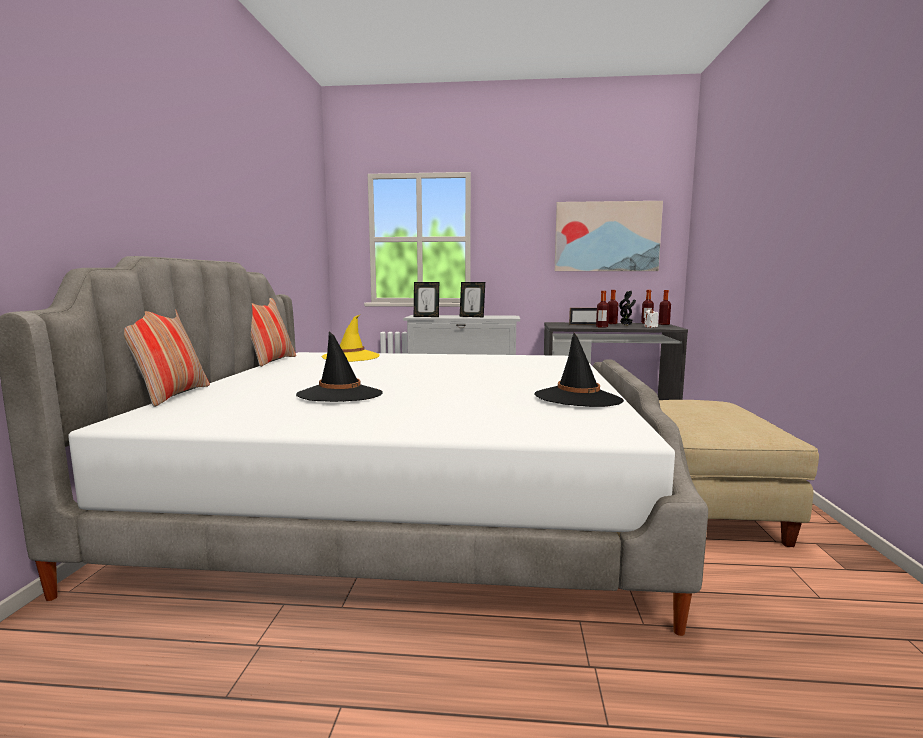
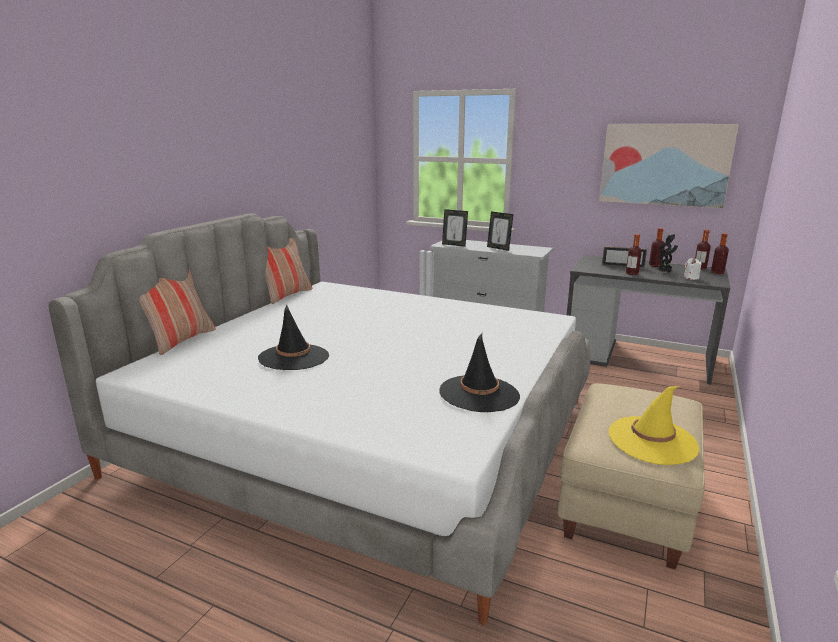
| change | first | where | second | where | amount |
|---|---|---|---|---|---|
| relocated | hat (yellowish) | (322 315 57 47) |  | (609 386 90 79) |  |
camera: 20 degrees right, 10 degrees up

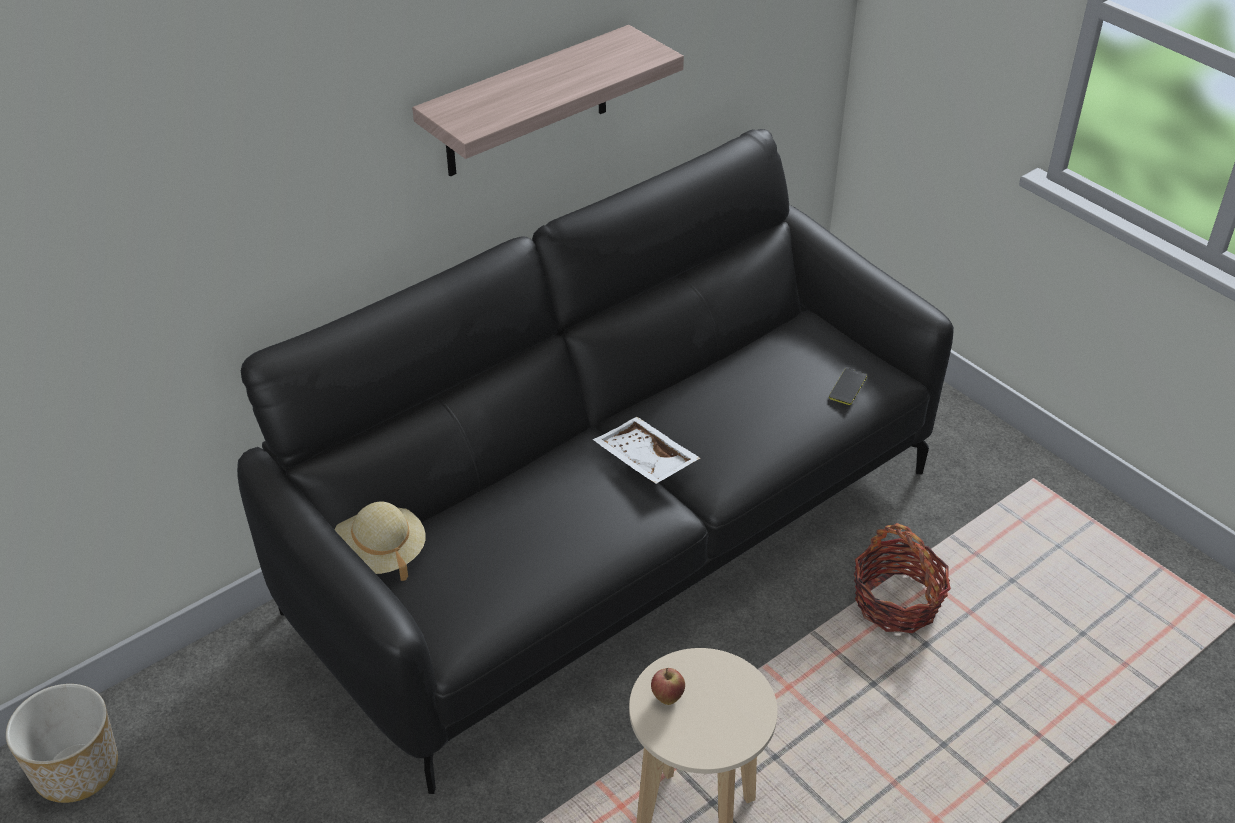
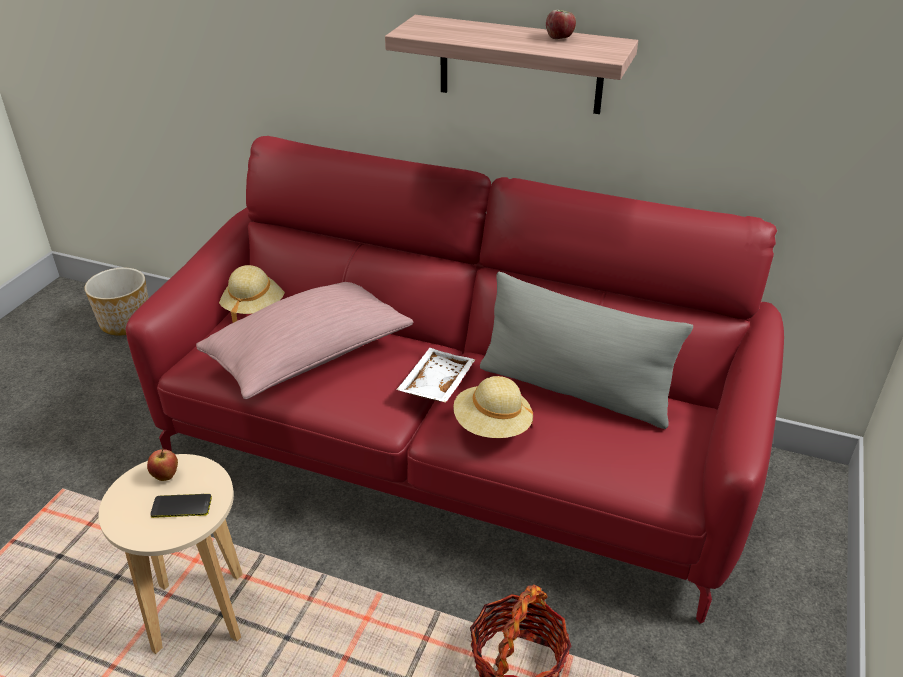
| change | first | where | second | where | amount |
|---|---|---|---|---|---|
| colour | sofa (black-coloured) | (237 129 717 665) | sofa (red-coloured) | (126 136 658 488) |  |
| relocated | phone | (829 368 38 37) |  | (150 494 62 24) |  |
| appeared |  |  | throw pillow (pink-coloured) | (196 282 217 117) |  |
| appeared |  |  | hat (beige-coloured) | (453 376 80 62) |  |
| appeared |  |  | throw pillow (greyish) | (480 272 213 157) |  |
| appeared |  |  | apple | (546 10 30 29) |  |
camera: 60 degrees right, 5 degrees down

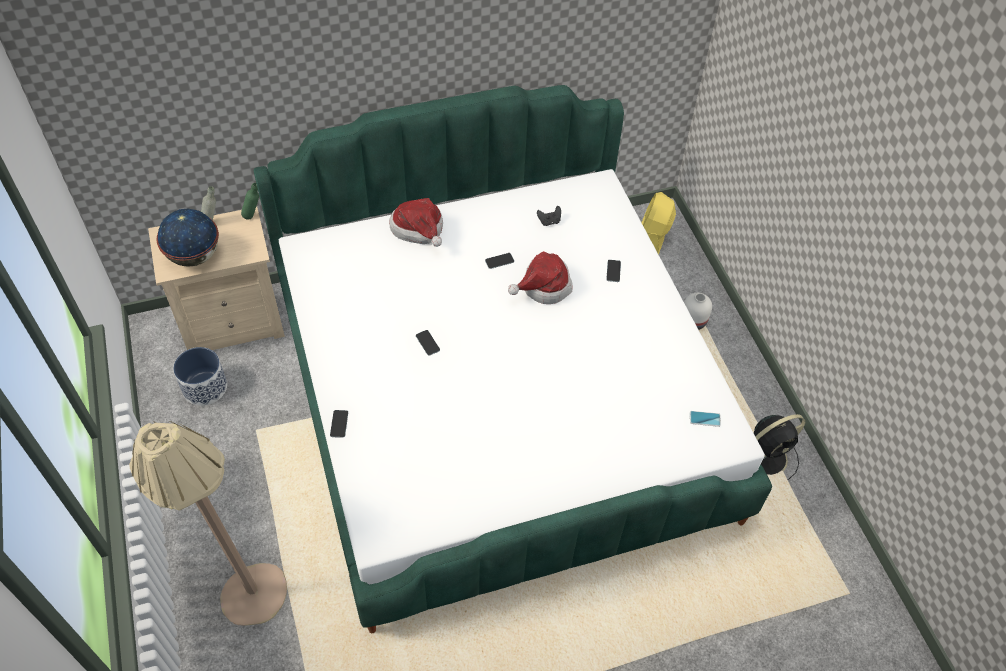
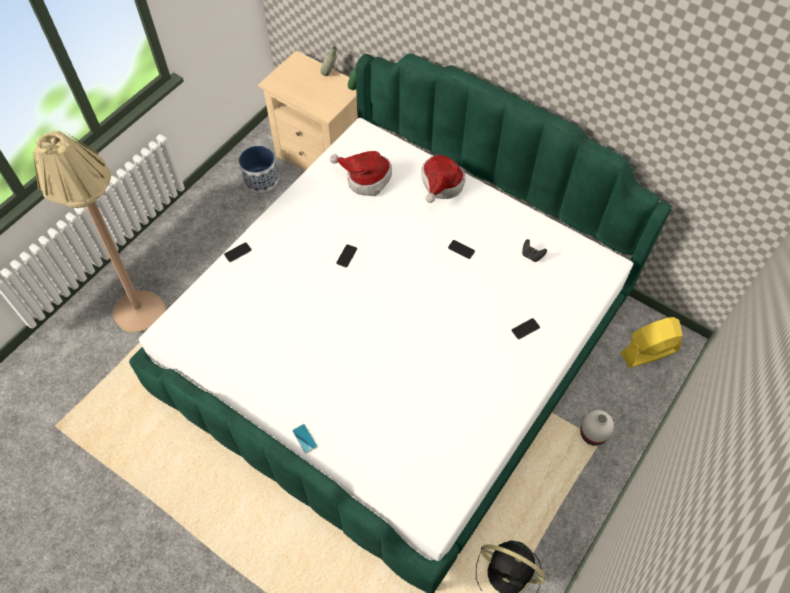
| change | first | where | second | where | amount |
|---|---|---|---|---|---|
| relocated | phone | (690 411 31 16) |  | (292 424 26 30) |  |
| relocated | hat | (508 251 65 53) |  | (330 151 62 45) |  |
| missing | world globe | (156 209 63 58) |  |  |  |
camera: 55 degrees right, 5 degrees up

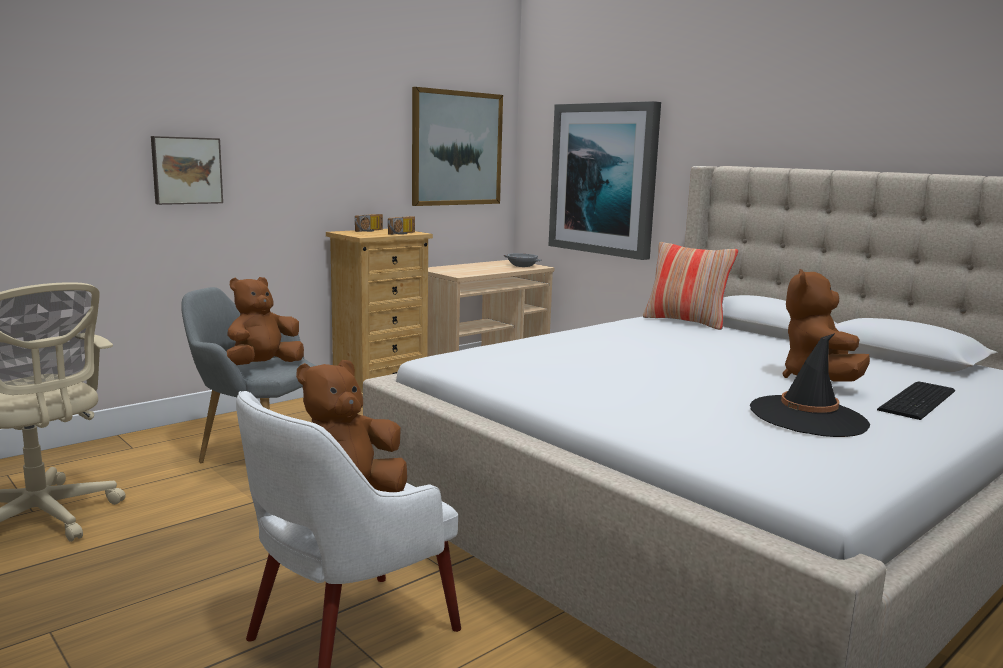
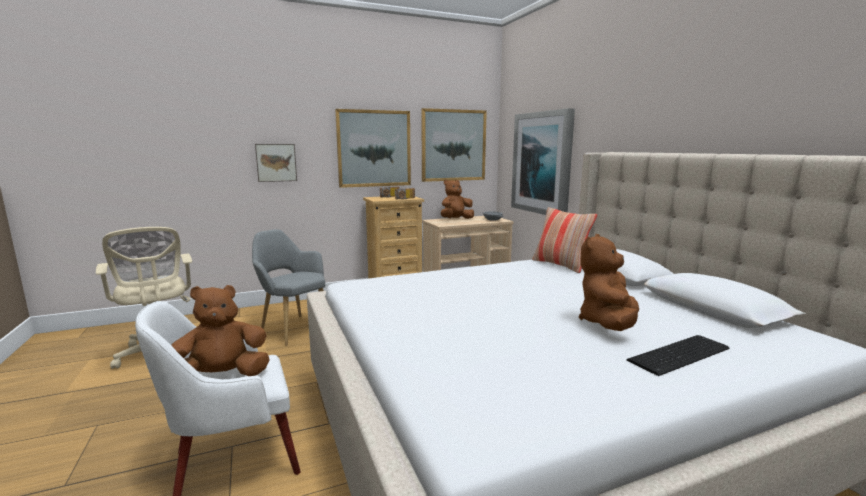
| change | first | where | second | where | amount |
|---|---|---|---|---|---|
| appeared |  |  | wall picture | (335 109 76 79) |  |
| relocated | plush toy (brownish) | (227 277 77 88) |  | (441 180 33 39) |  |
| missing | hat (black-coloured) | (750 333 120 104) |  |  |  |
camera: 20 degrees right, 0 degrees up

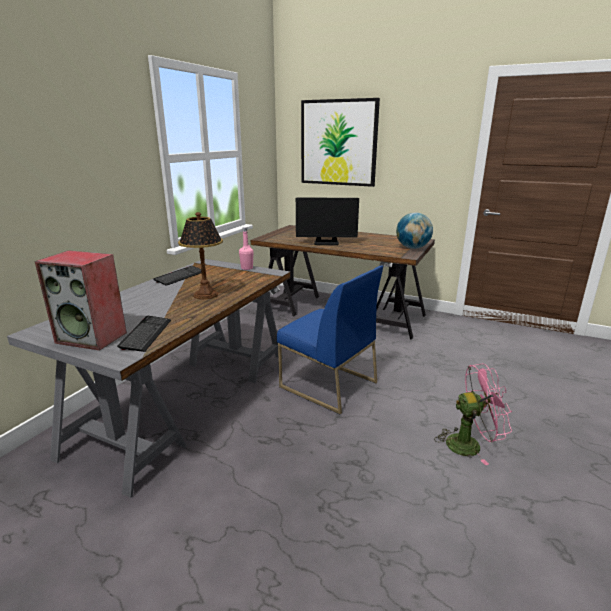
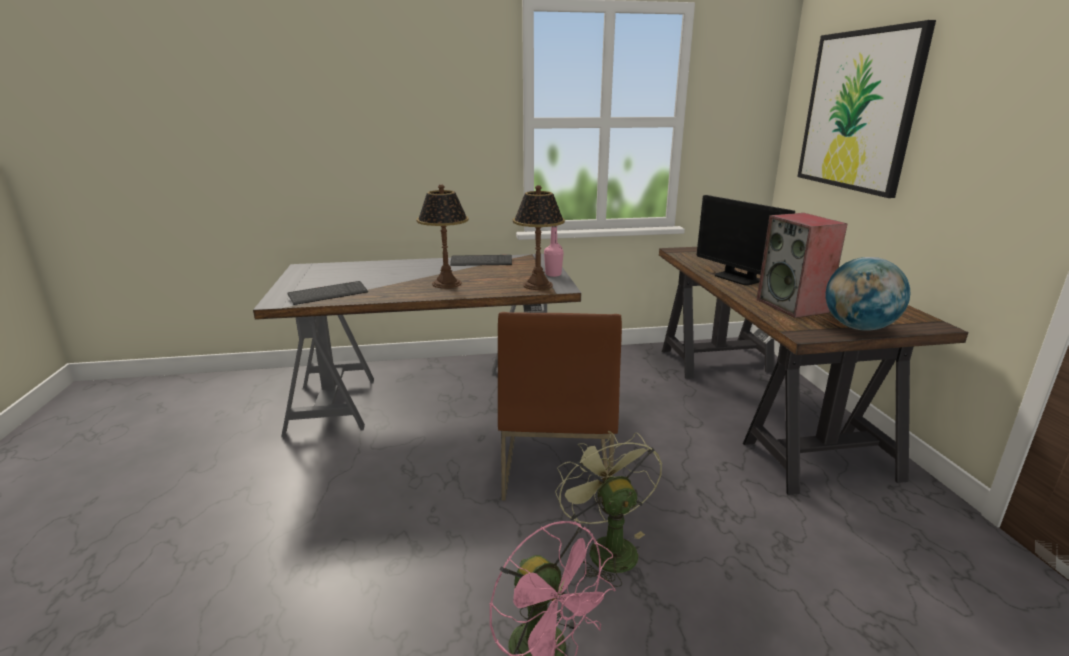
| change | first | where | second | where | amount |
|---|---|---|---|---|---|
| colour | chair (blue-coloured) | (277 266 106 149) | chair (brownish) | (498 312 124 189) |  |
| appeared |  |  | lamp for a table | (513 185 52 105) |  |
| appeared |  |  | fan (green-coloured) | (555 431 107 156) |  |
| relocated | speaker | (34 250 93 100) |  | (757 213 91 105) |  |
camera: 55 degrees right, 0 degrees up

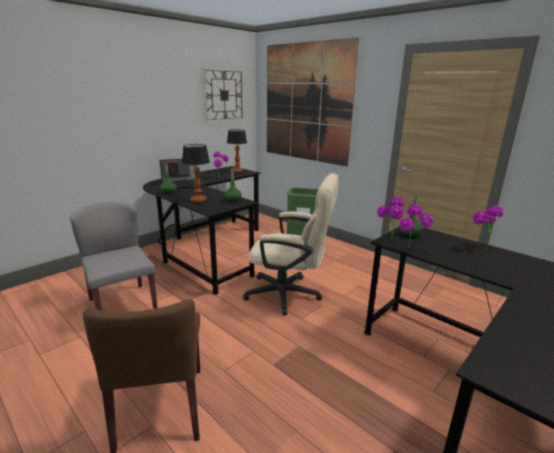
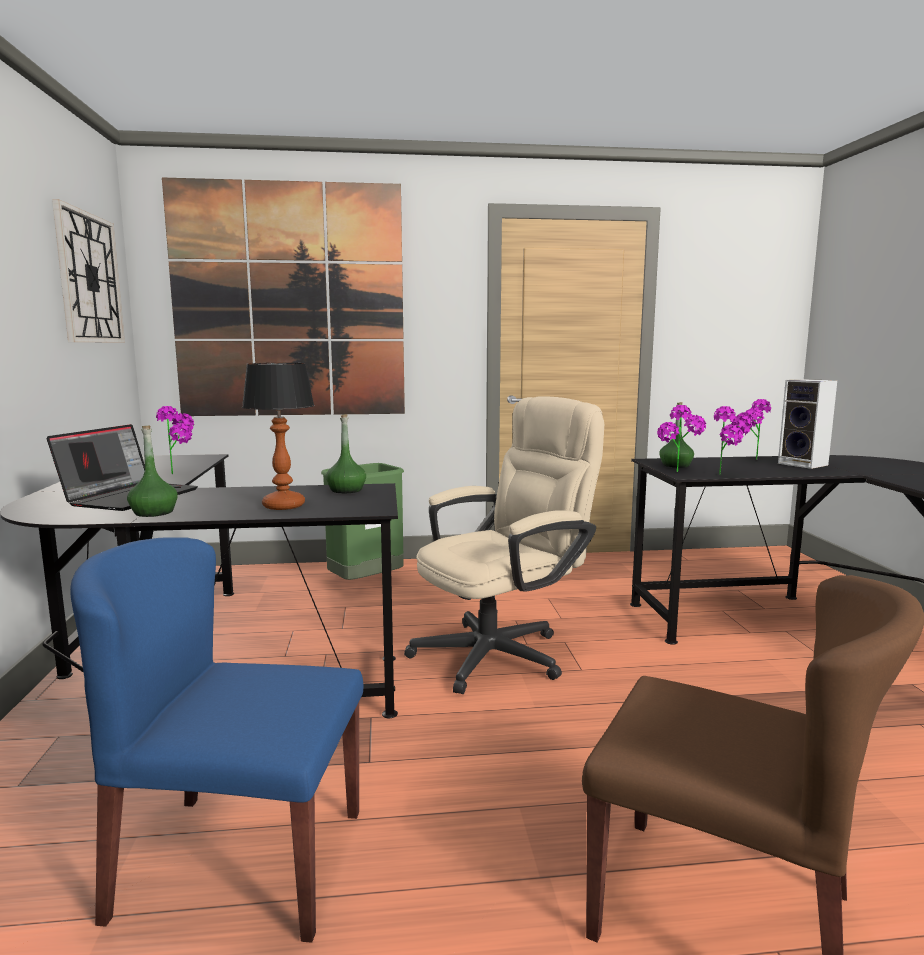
| change | first | where | second | where | amount |
|---|---|---|---|---|---|
| colour | chair (greyish) | (70 201 88 109) | chair (blue-coloured) | (70 537 293 406) |  |
| appeared |  |  | speaker | (778 379 59 90) |  |
| missing | lamp for a table | (227 129 20 44) |  |  |  |
camera: 50 degrees left, 10 degrees down

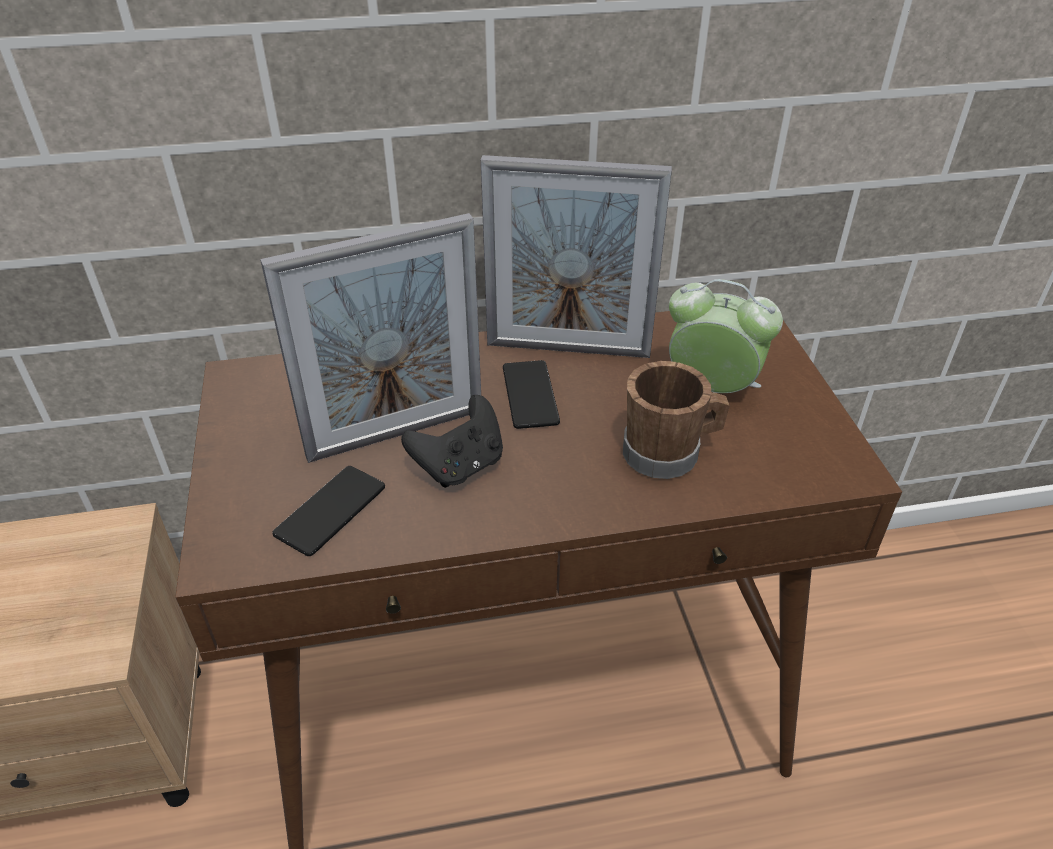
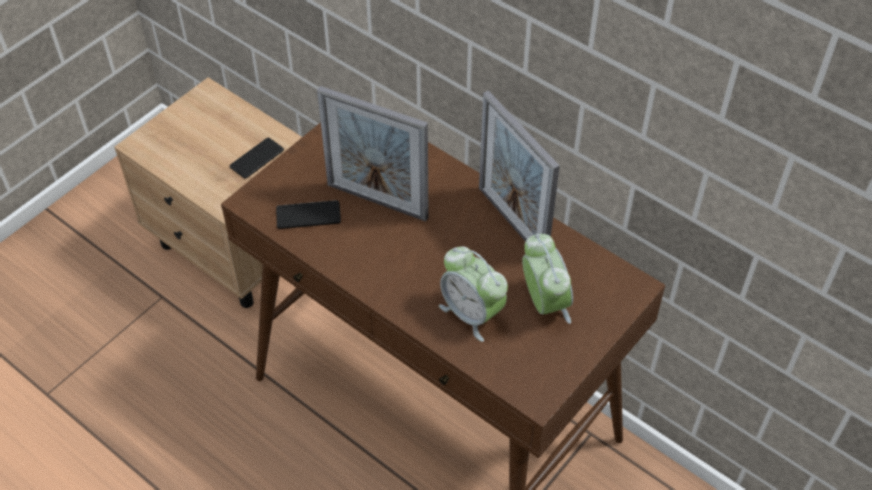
| change | first | where | second | where | amount |
|---|---|---|---|---|---|
| relocated | phone | (503 360 57 69) |  | (230 138 54 41) |  |
| exchanged | tea mug (brownish) | (623 361 107 118) | alarm clock | (439 246 69 96) |  |
| missing | joypad (black-coloured) | (401 395 102 93) |  |  |  |
camera: 50 degrees right, 10 degrees up

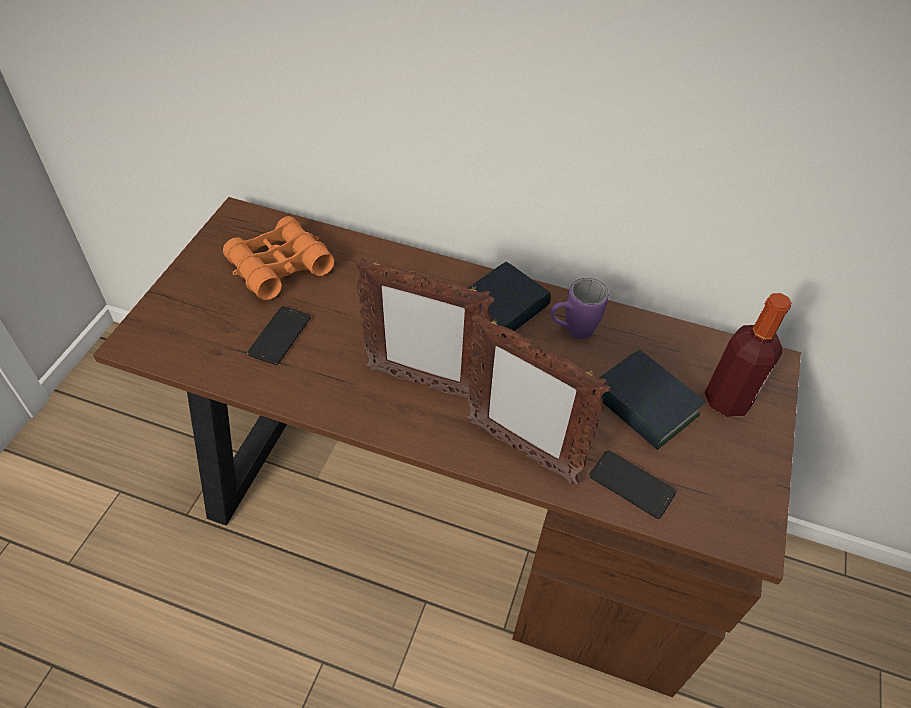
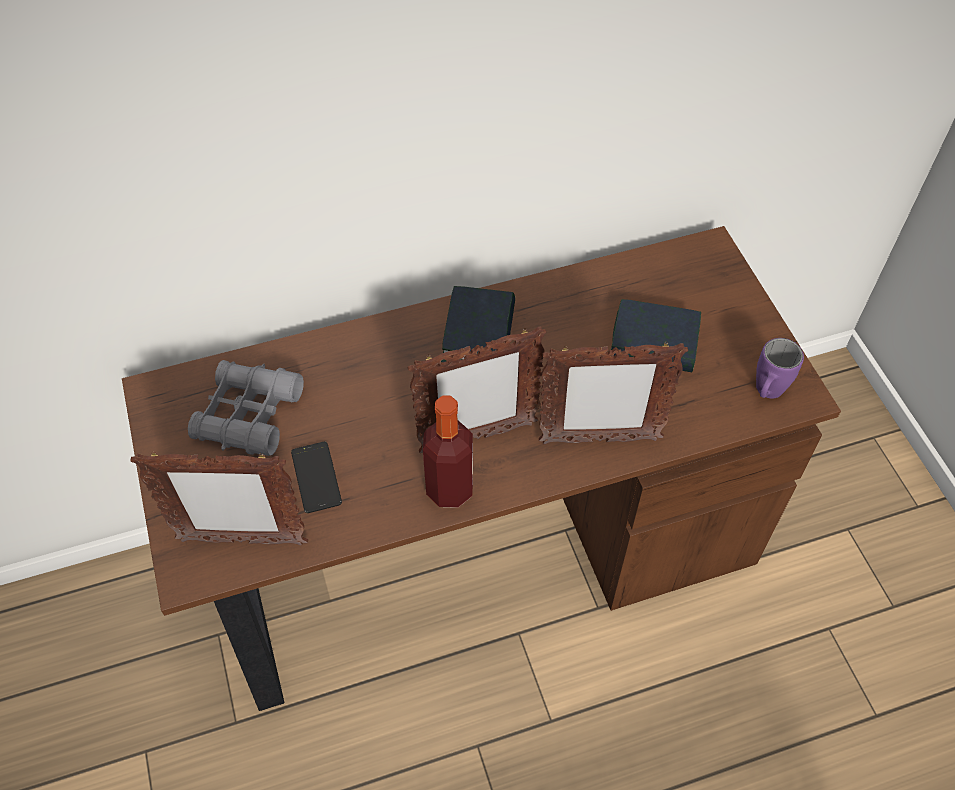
| change | first | where | second | where | amount |
|---|---|---|---|---|---|
| appeared |  |  | photo frame | (130 451 178 95) |  |
| colour | field glasses (orangey) | (223 216 111 84) | field glasses (greyish) | (188 360 116 96) |  |
| relocated | beverage bottle | (705 293 86 124) |  | (423 395 50 113) |  |
| relocated | tea mug (purple-coloured) | (550 278 59 61) |  | (756 338 48 61) |  |
| missing | phone | (589 450 87 69) |  |  |  |
camera: 35 degrees left, 5 degrees up

